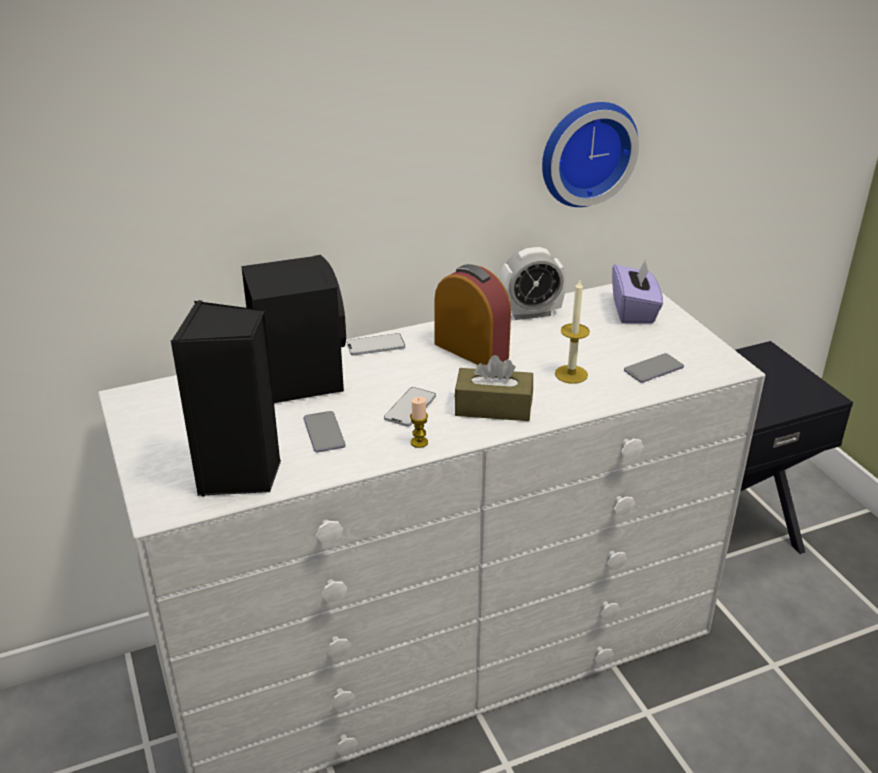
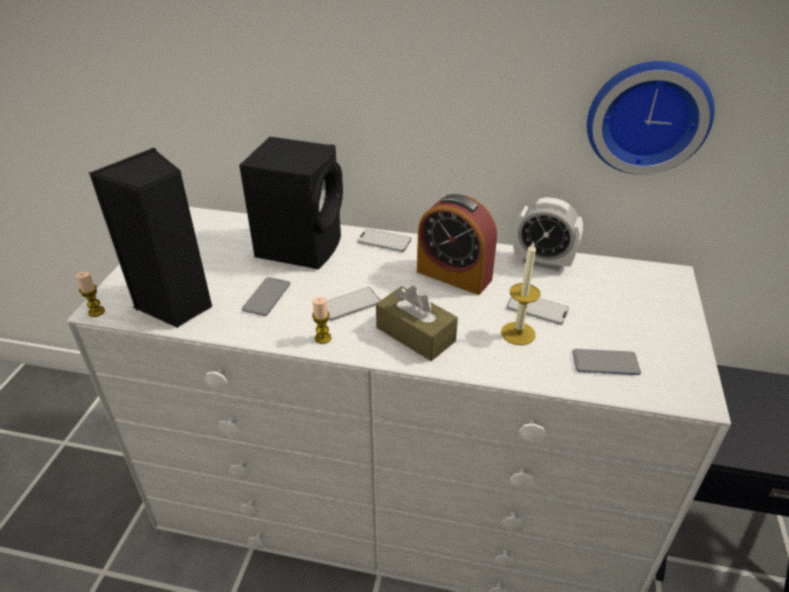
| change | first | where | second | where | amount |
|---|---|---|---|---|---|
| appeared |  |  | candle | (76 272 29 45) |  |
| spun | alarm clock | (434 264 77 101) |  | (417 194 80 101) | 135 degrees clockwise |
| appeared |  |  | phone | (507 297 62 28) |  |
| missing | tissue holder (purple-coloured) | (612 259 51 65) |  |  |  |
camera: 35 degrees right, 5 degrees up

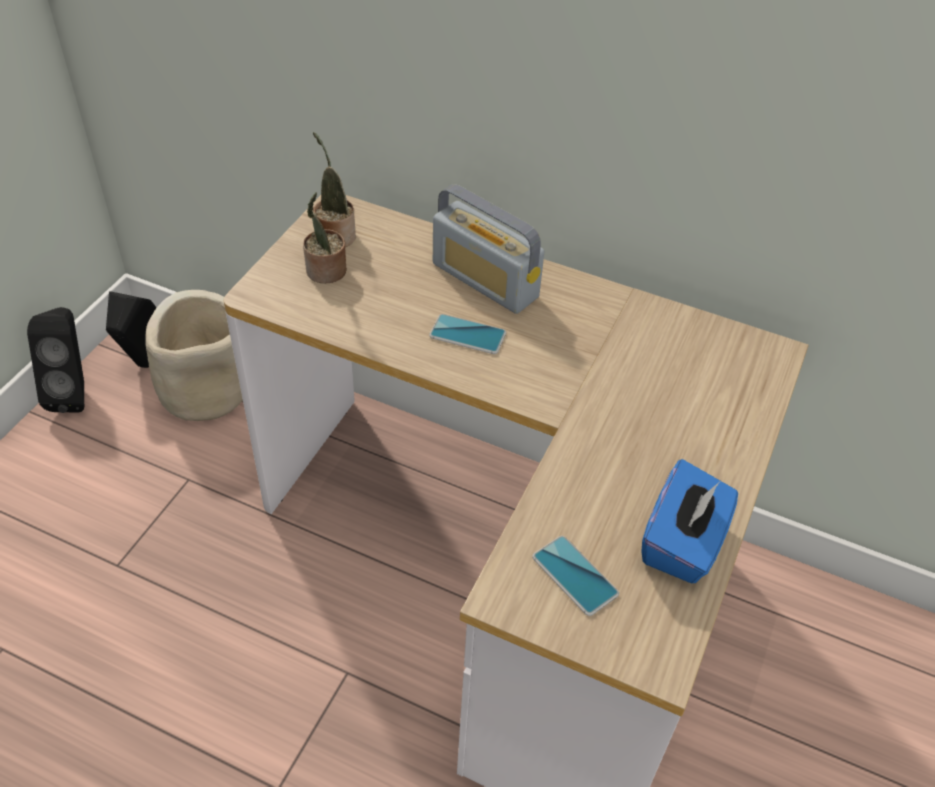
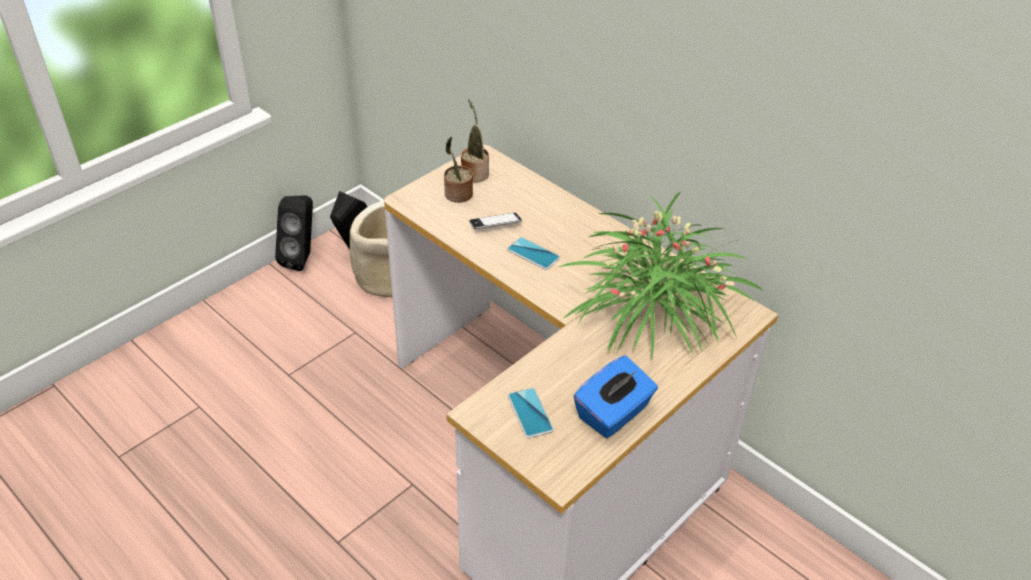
| change | first | where | second | where | amount |
|---|---|---|---|---|---|
| appeared |  |  | phone | (469 213 53 16) |  |
| appeared |  |  | houseplant | (559 192 203 166) |  |
| missing | radio set | (433 184 111 130) |  |  |  |
camera: 20 degrees right, 5 degrees down

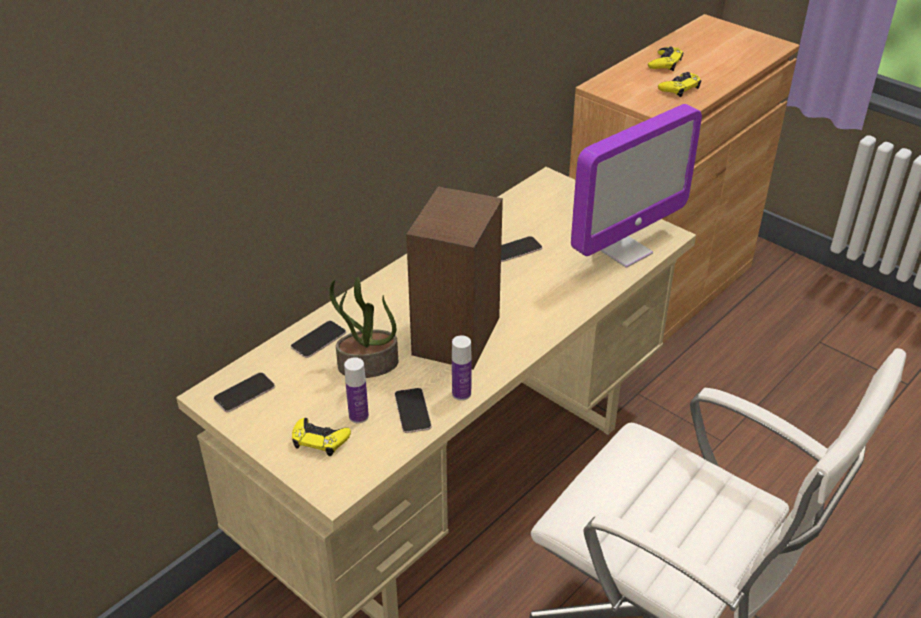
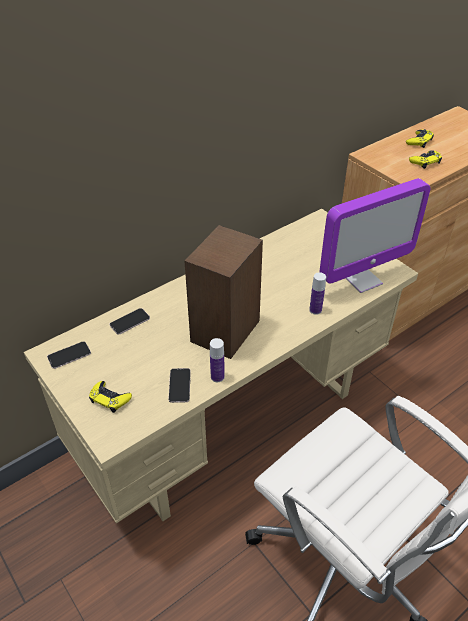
| change | first | where | second | where | amount |
|---|---|---|---|---|---|
| relocated | beverage bottle | (344 357 25 66) |  | (309 272 17 43) |  |
| missing | houseplant | (329 278 69 100) |  |  |  |
| missing | phone | (501 236 41 26) |  |  |  |
camera: 10 degrees right, 5 degrees up

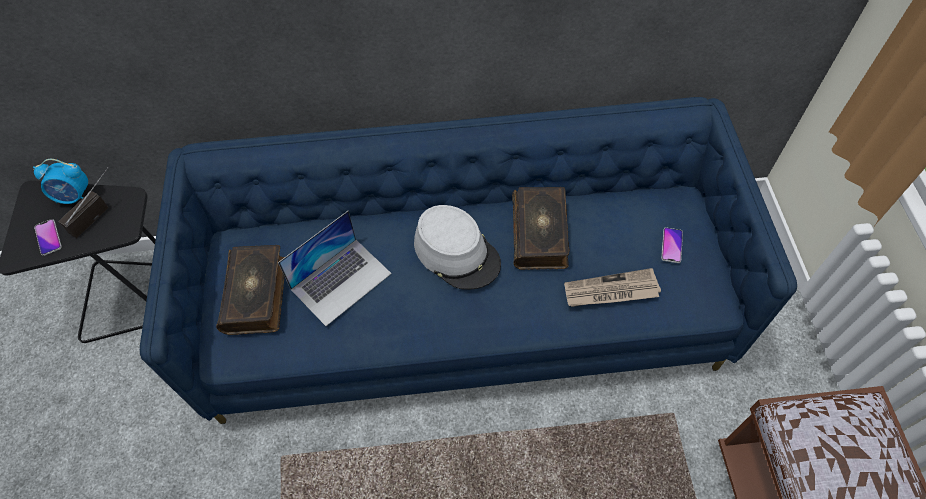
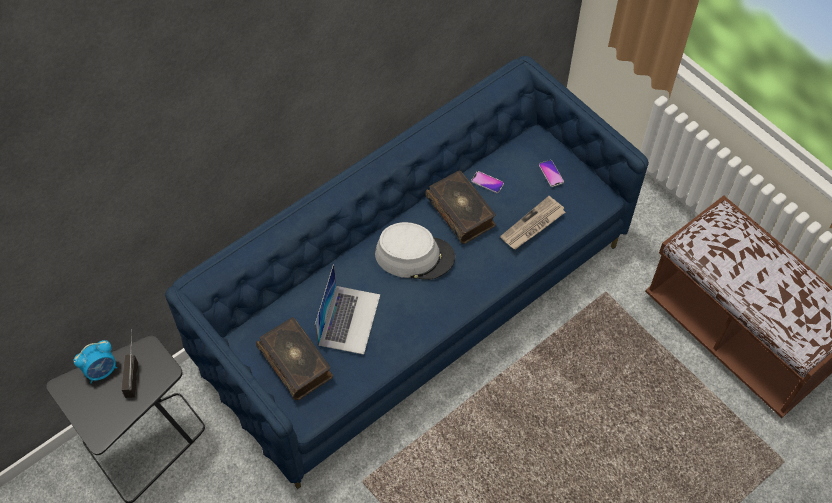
| change | first | where | second | where | amount |
|---|---|---|---|---|---|
| relocated | phone | (34 219 28 37) |  | (471 171 33 22) |  |
camera: 35 degrees left, 0 degrees up

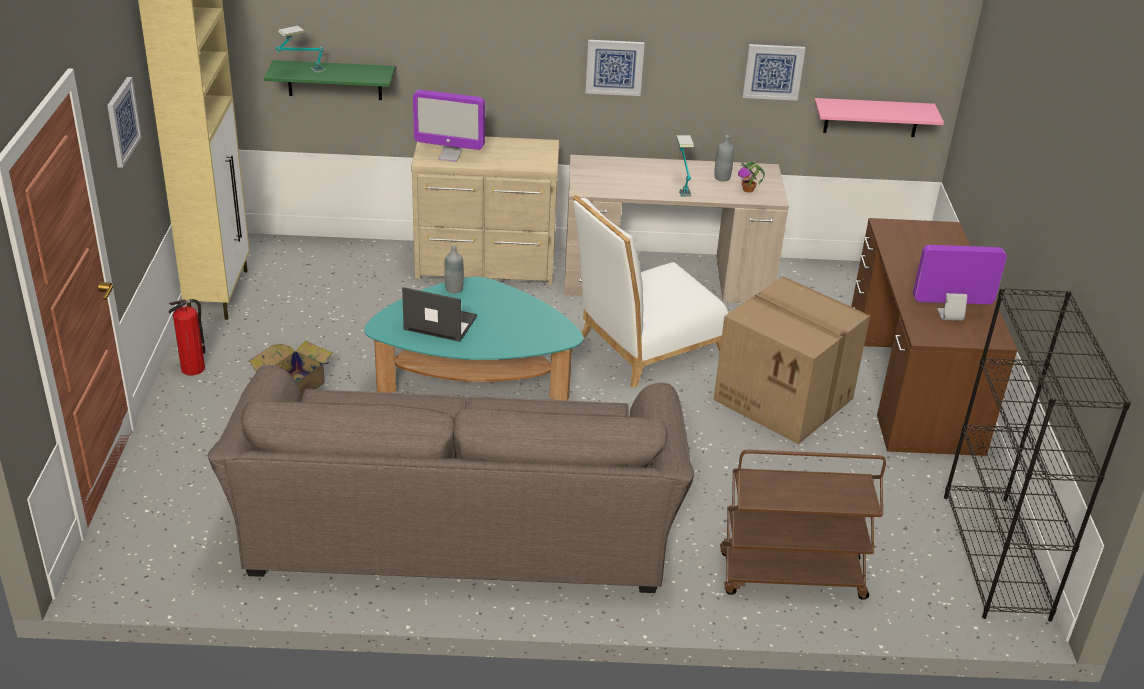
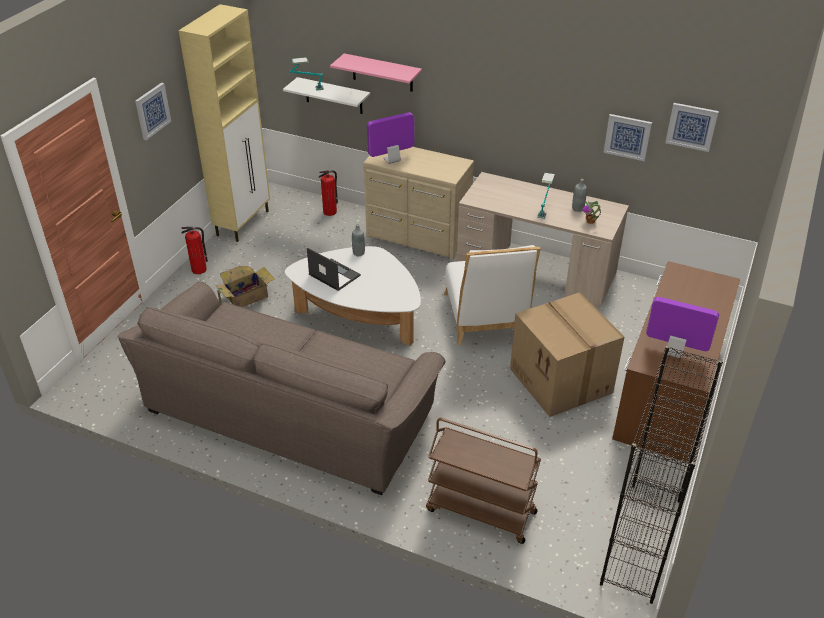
| change | first | where | second | where | amount |
|---|---|---|---|---|---|
| colour | shelf (green-coloured) | (264 60 131 40) | shelf (white) | (283 77 87 37) |  |
| colour | low table (turquoise) | (364 277 219 124) | low table (white) | (285 246 136 100) |  |
| appeared |  |  | fire extinguisher | (319 170 19 46) |  |
| relocated | shelf (pink-coloured) | (814 98 130 39) |  | (330 53 92 39) |  |
| spun | computer screen | (413 90 72 72) |  | (367 112 47 52) | 120 degrees clockwise |
| spun | chair (white) | (573 195 155 193) |  | (444 245 97 100) | 90 degrees counterclockwise |
| relocated | wall picture | (585 40 60 56) |  | (665 103 54 49) |  |
camera: 25 degrees right, 5 degrees up

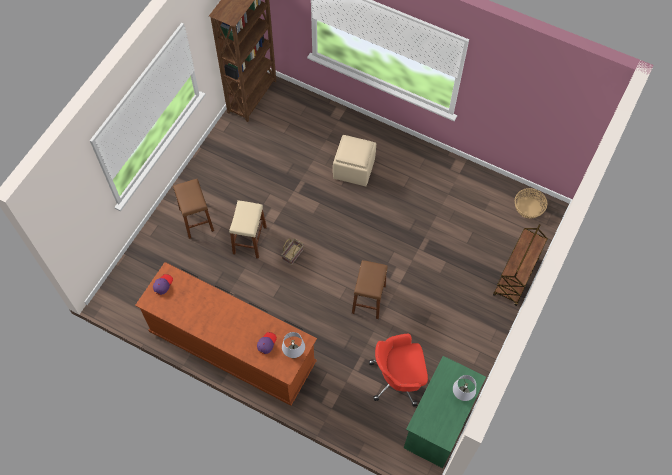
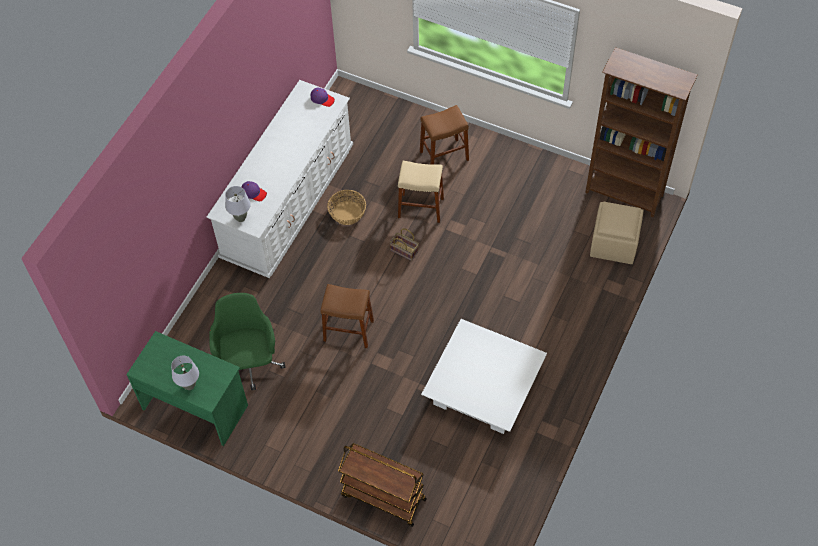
| change | first | where | second | where | amount |
|---|---|---|---|---|---|
| colour | chest of drawers (brownish) | (135 262 182 144) | chest of drawers (white) | (207 80 146 198) |  |
| colour | desk chair (red-coloured) | (369 334 59 72) | desk chair (green-coloured) | (209 293 76 97) |  |
| relocated | basket | (515 188 32 30) |  | (327 190 39 35) |  |
| appeared |  |  | low table (white) | (421 319 126 115) |  |
| relocated | pouffe (beige-coloured) | (333 135 43 51) |  | (590 202 53 62) |  |
camera: 90 degrees right, 5 degrees down

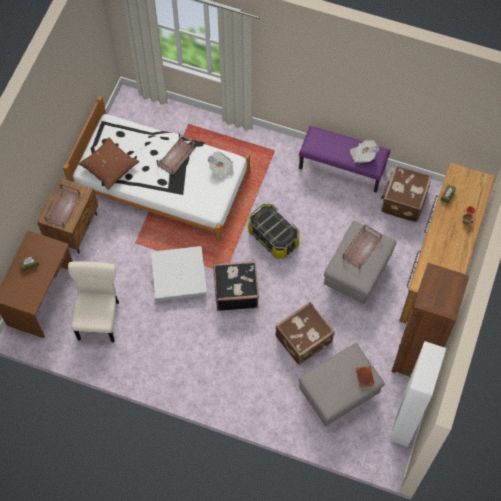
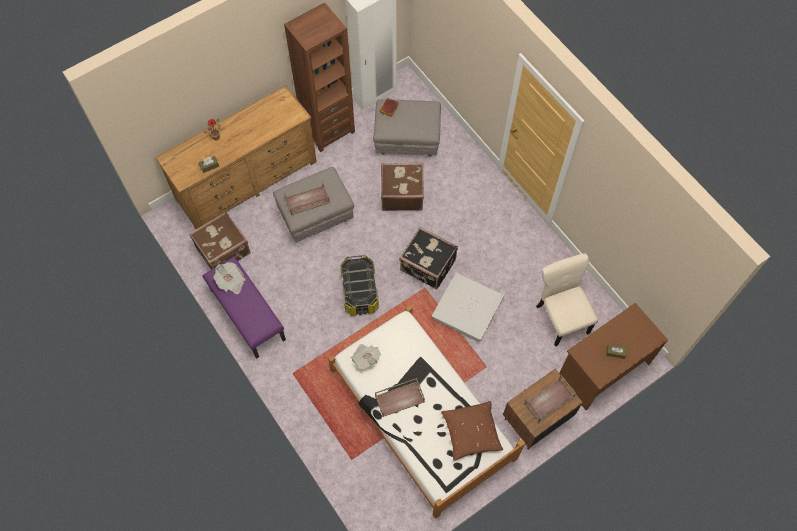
| change | first | where | second | where | amount |
|---|---|---|---|---|---|
| spun | chair (beige-coloured) | (68 261 51 82) |  | (536 253 62 93) | 120 degrees clockwise |
camera: 145 degrees left, 0 degrees up

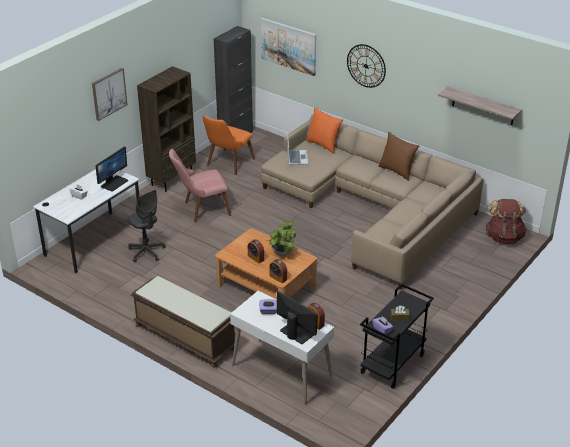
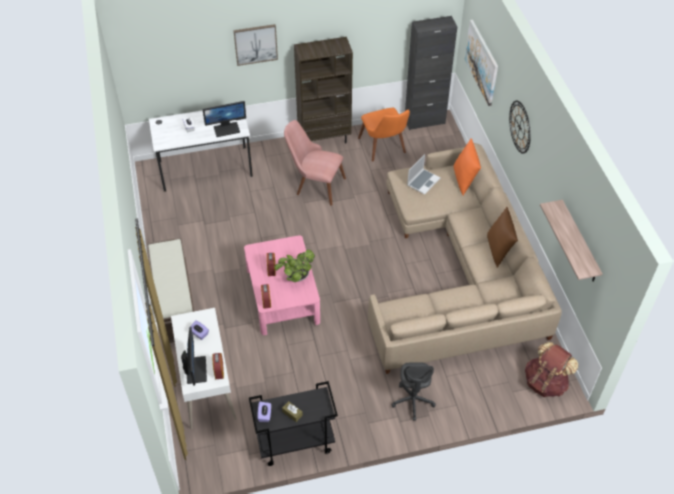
| change | first | where | second | where | amount |
|---|---|---|---|---|---|
| colour | low table (brownish) | (215 229 102 70) | low table (pink-coloured) | (244 235 76 100) |  |
| spun | chair (orangey) | (203 115 52 60) |  | (358 108 52 54) | 90 degrees counterclockwise |
| relocated | desk chair (greyish) | (128 190 38 72) |  | (391 362 45 59) |  |
camera: 40 degrees right, 15 degrees up

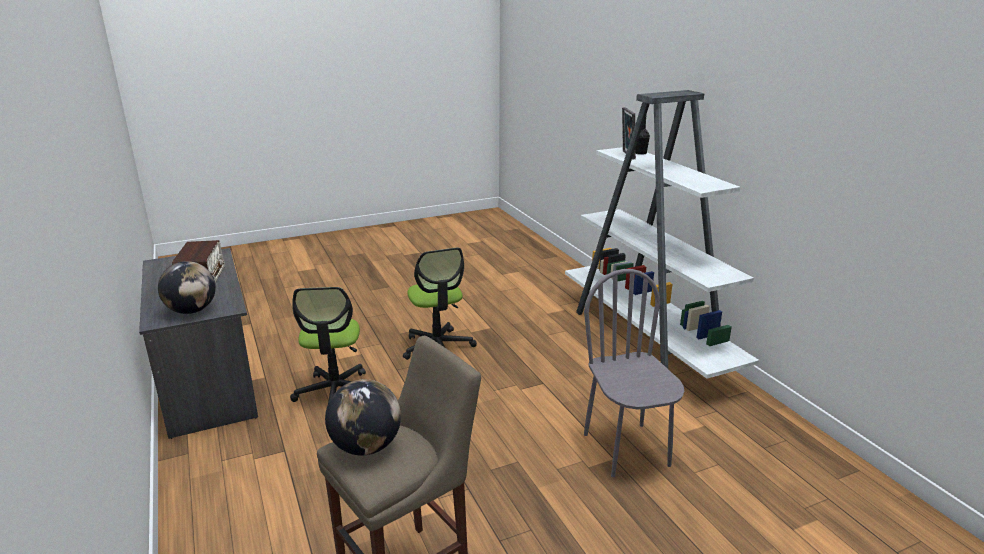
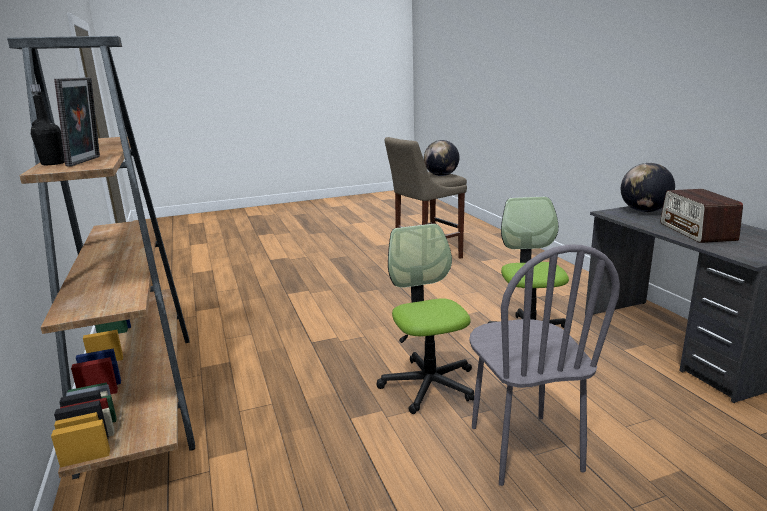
| change | first | where | second | where | amount |
|---|---|---|---|---|---|
| colour | shelving unit (white) | (565 90 194 289) | shelving unit (brownish) | (7 36 188 443) |  |
| relocated | chair (greyish) | (584 269 100 208) |  | (469 245 151 241) |  |
camera: 175 degrees left, 5 degrees down

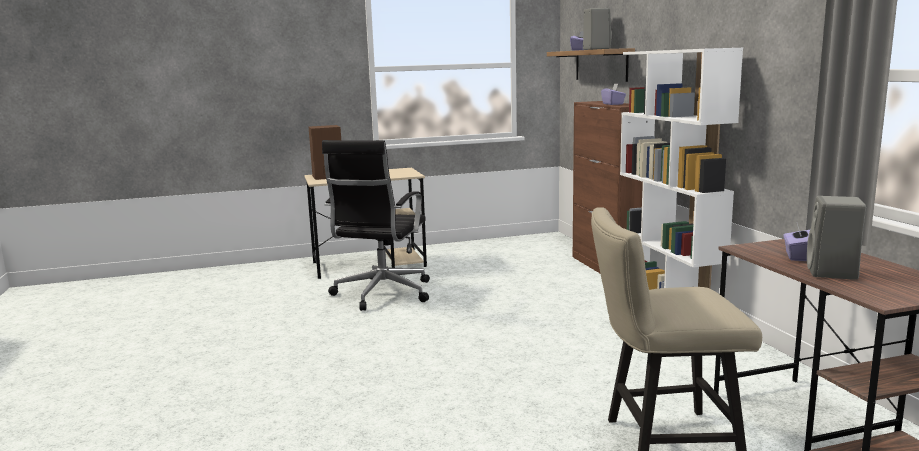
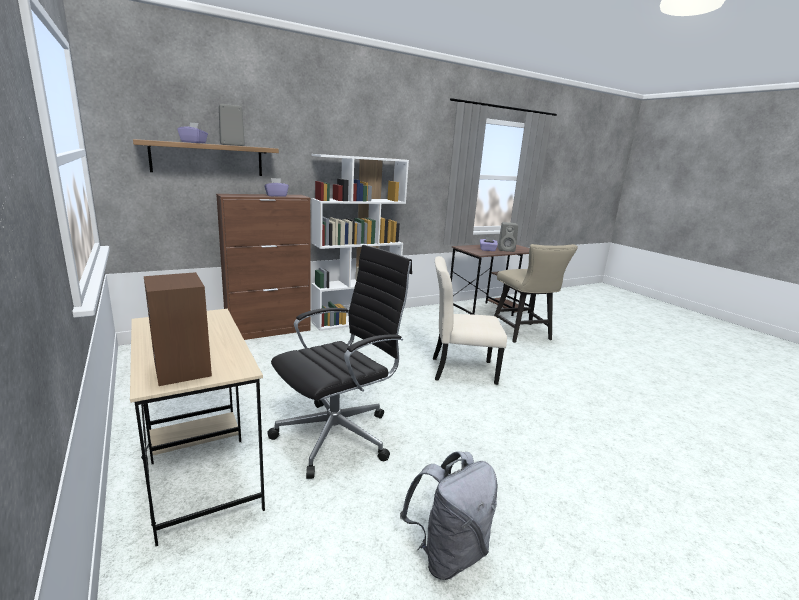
| change | first | where | second | where | amount |
|---|---|---|---|---|---|
| spun | desk chair (black-coloured) | (322 140 108 171) |  | (268 245 144 234) | 45 degrees counterclockwise |
| appeared |  |  | backpack (greyish) | (400 451 97 129) |  |
| appeared |  |  | chair (beige-coloured) | (433 256 74 129) |  |
camera: 105 degrees left, 5 degrees up

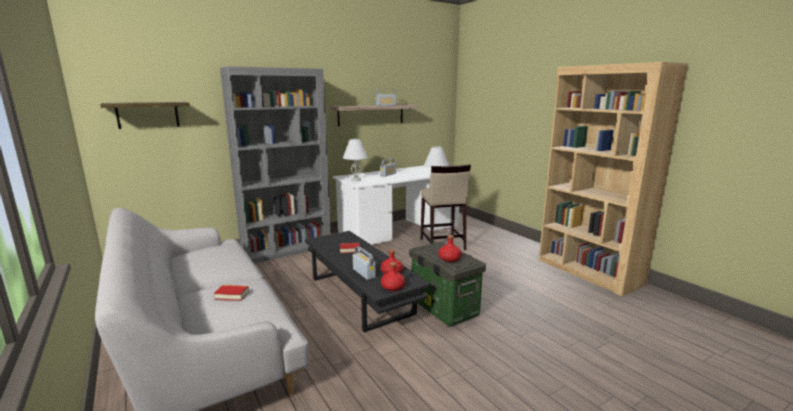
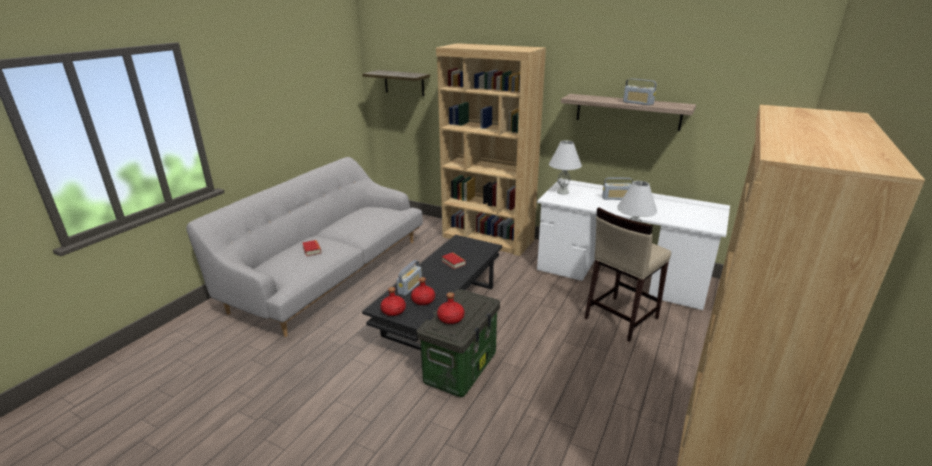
| change | first | where | second | where | amount |
|---|---|---|---|---|---|
| colour | shelving unit (greyish) | (220 66 111 198) | shelving unit (brownish) | (436 43 110 213) |  |
camera: 60 degrees right, 10 degrees up

